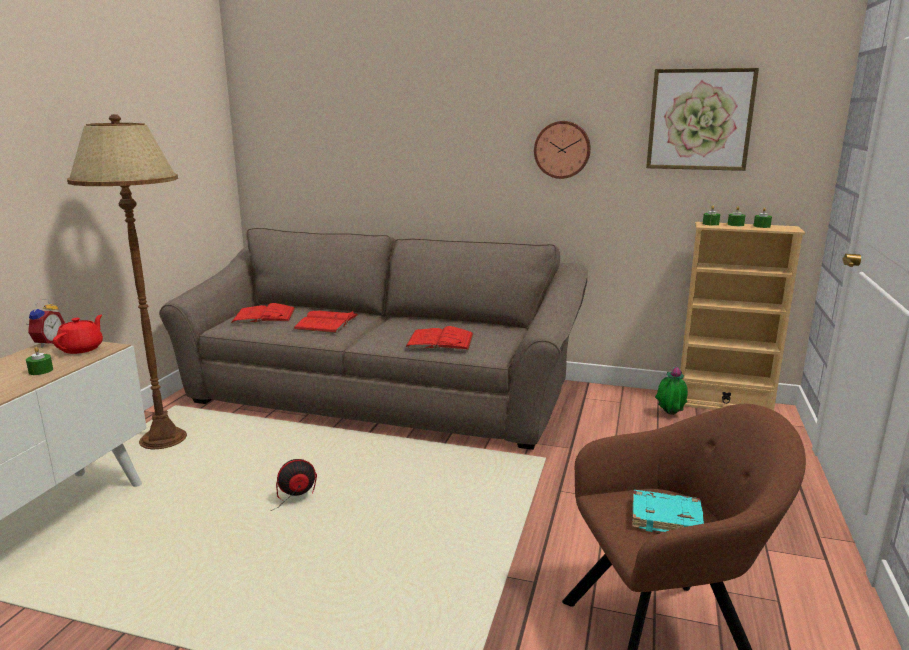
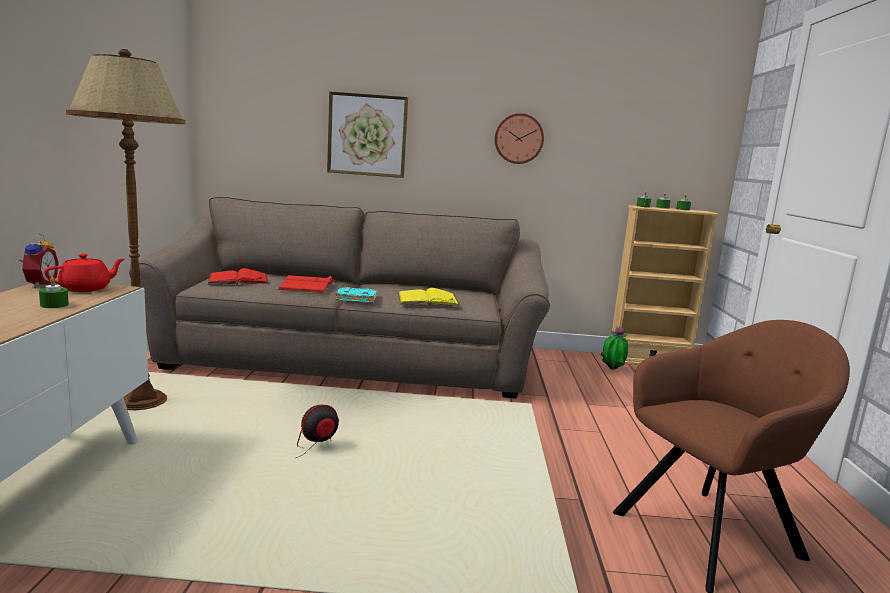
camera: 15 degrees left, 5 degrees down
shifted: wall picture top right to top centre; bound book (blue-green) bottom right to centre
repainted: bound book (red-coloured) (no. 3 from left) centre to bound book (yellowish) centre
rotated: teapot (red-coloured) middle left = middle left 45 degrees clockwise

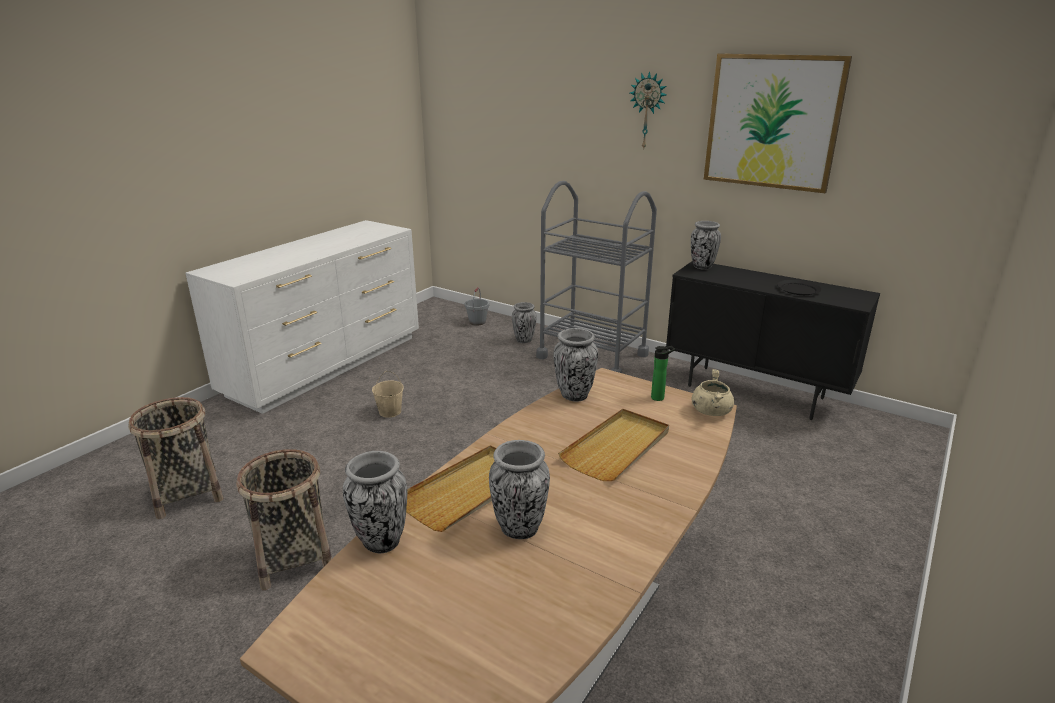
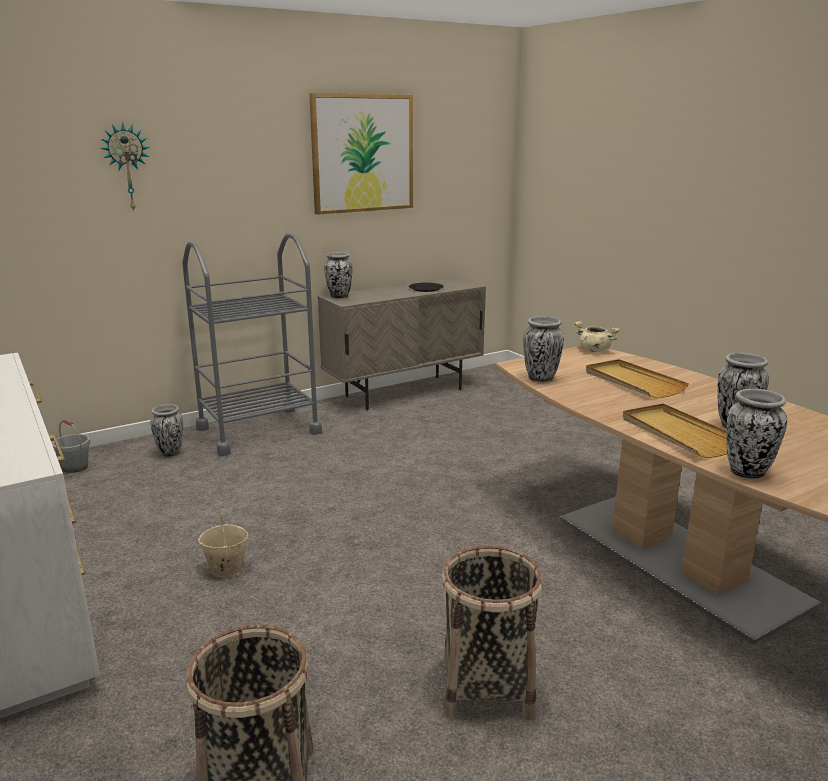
camera: 65 degrees left, 5 degrees down
gone: bottle centre
shifted: hanging clock top centre to top left
repainted: storage cabinet (black-coloured) middle right to storage cabinet (beige-coloured) centre

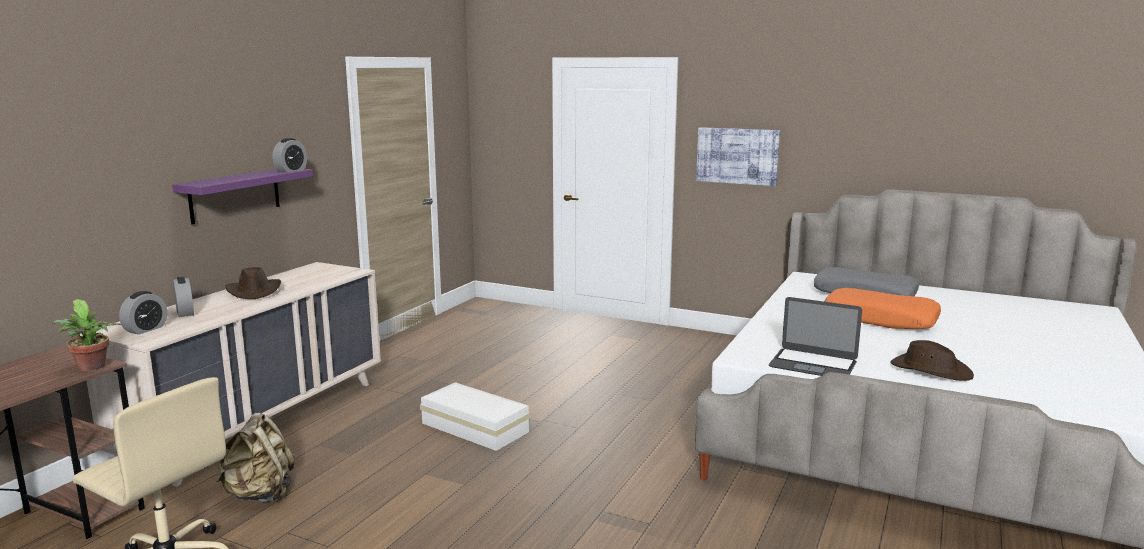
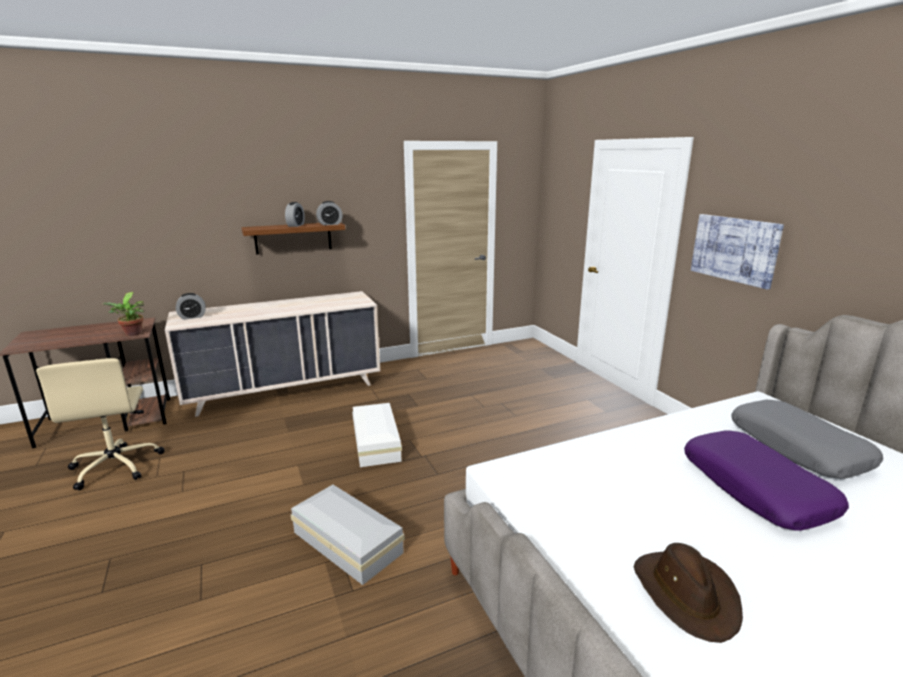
camera: 40 degrees right, 5 degrees up
gone: wearable hat (brown-coloured) (no. 1 from left) middle left; notebook computer middle right; knapsack (beige-coloured) bottom left
new: storage container (whitish) (no. 1 from left) bottom centre
shifted: table clock (no. 2 from left) middle left to top left
repainted: bracket shelf (purple-coloured) middle left to bracket shelf (brown-coloured) middle left; pillow (orange-coloured) middle right to pillow (purple-coloured) bottom right

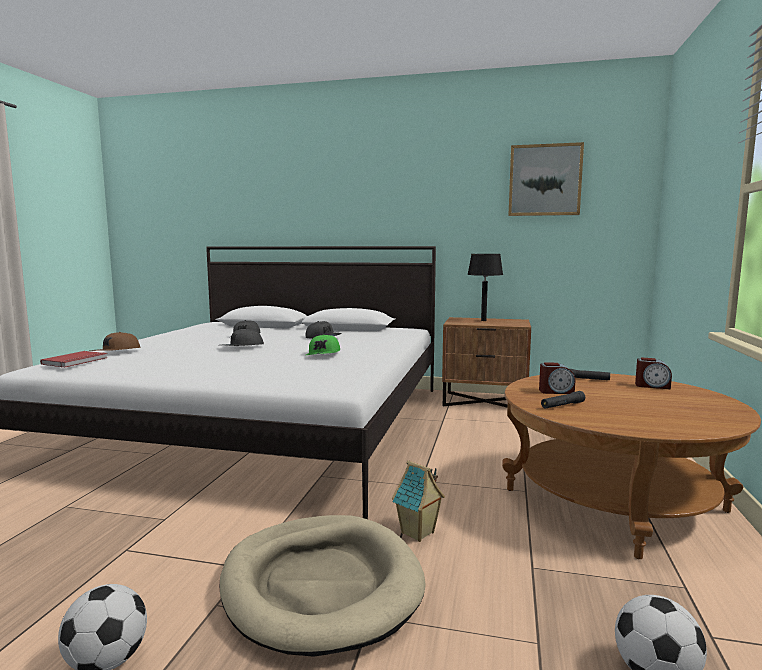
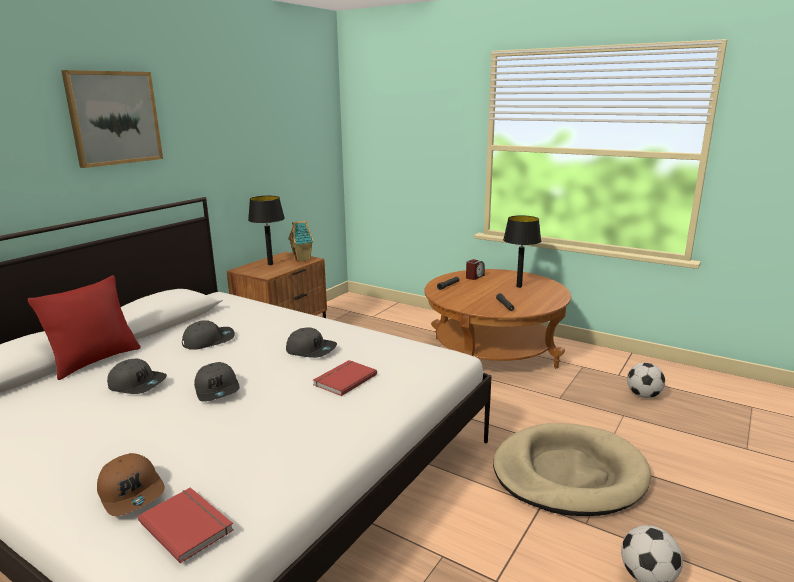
camera: 70 degrees left, 10 degrees up
gone: table clock (no. 1 from left) middle right
new: tabletop lamp (black-coloured) (no. 2 from left) centre; pillow (red-coloured) middle left; bound book (red-coloured) (no. 2 from left) centre
shifted: wall picture top right to top left; model house bottom centre to centre
repainted: cap (greenish) centre to cap (grey) (no. 4 from left) centre

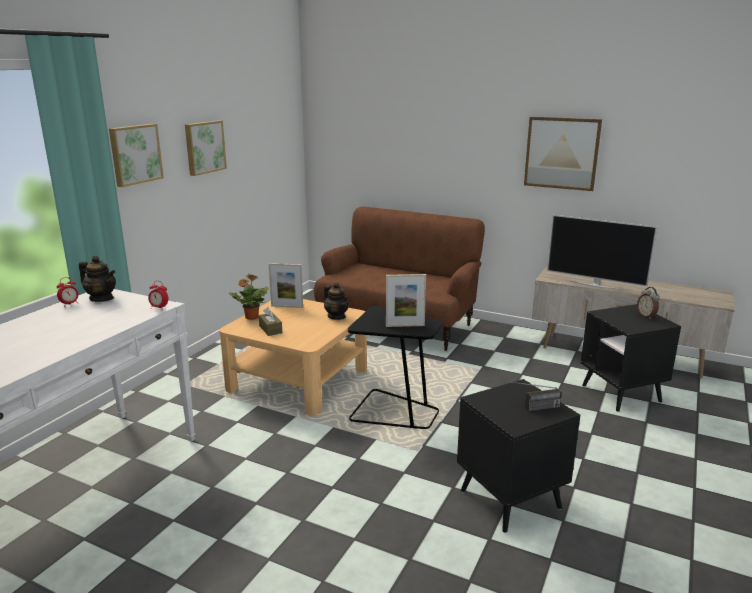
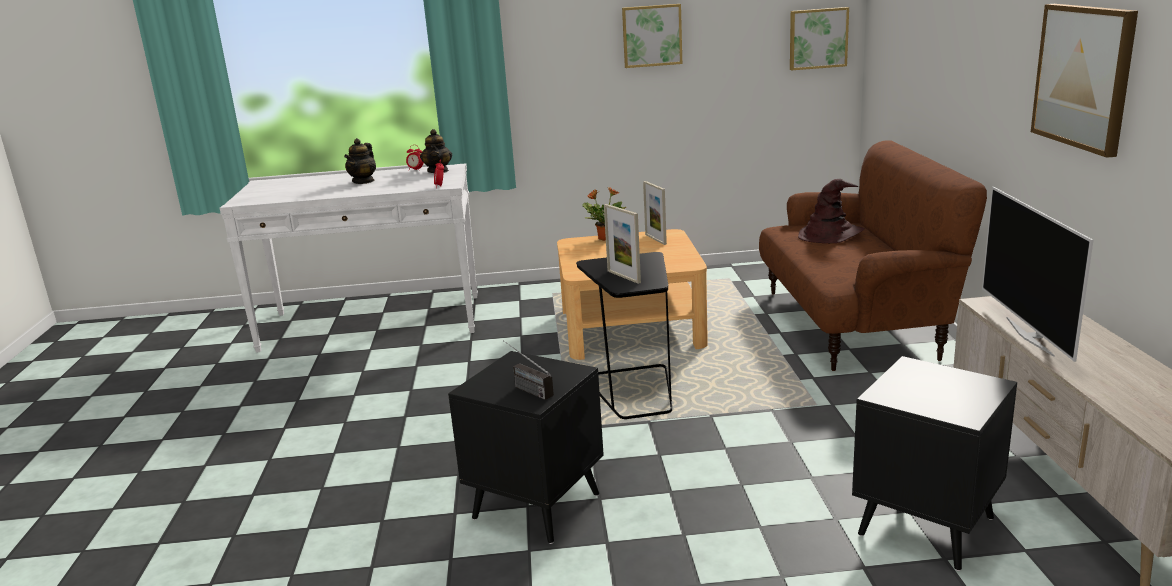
camera: 60 degrees right, 0 degrees up
gone: table clock (no. 3 from left) middle right; tissue box (brown-coloured) centre
new: wearable hat (brown-coloured) middle right
shifted: wall picture (no. 1 from left in the first image) top left to wall picture (no. 2 from left) top right; teapot (no. 2 from left in the first image) centre to teapot (no. 1 from left) top left

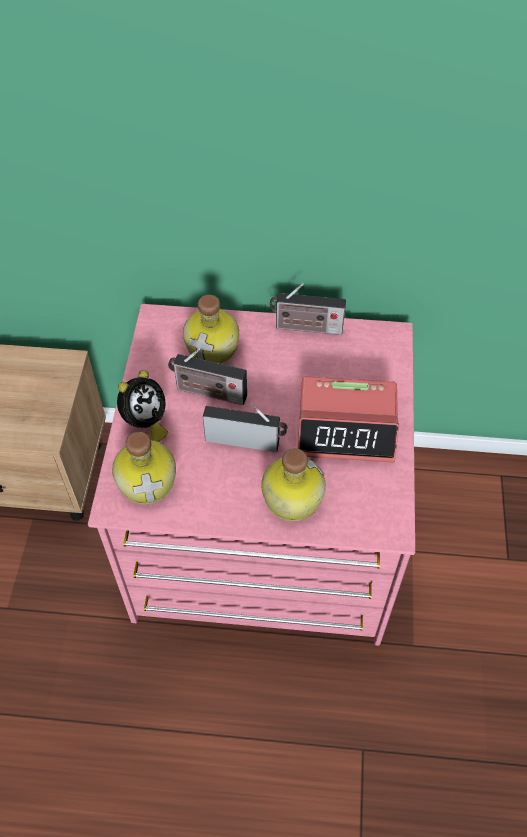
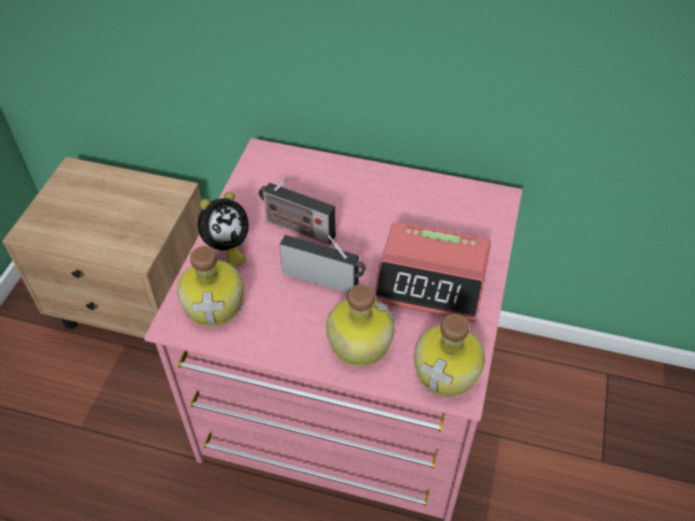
camera: 10 degrees right, 5 degrees down
gone: radio set (no. 3 from left) centre
shifted: bottle (no. 2 from left in the first image) centre to bottle (no. 3 from left) bottom centre

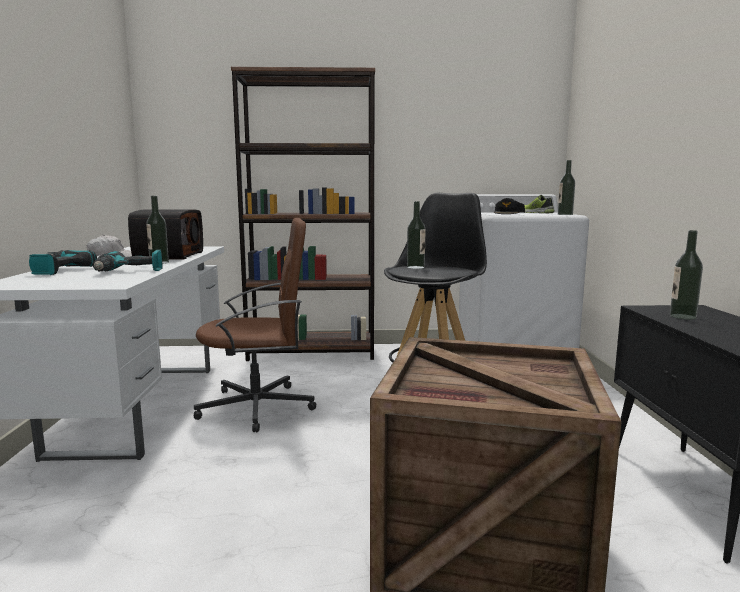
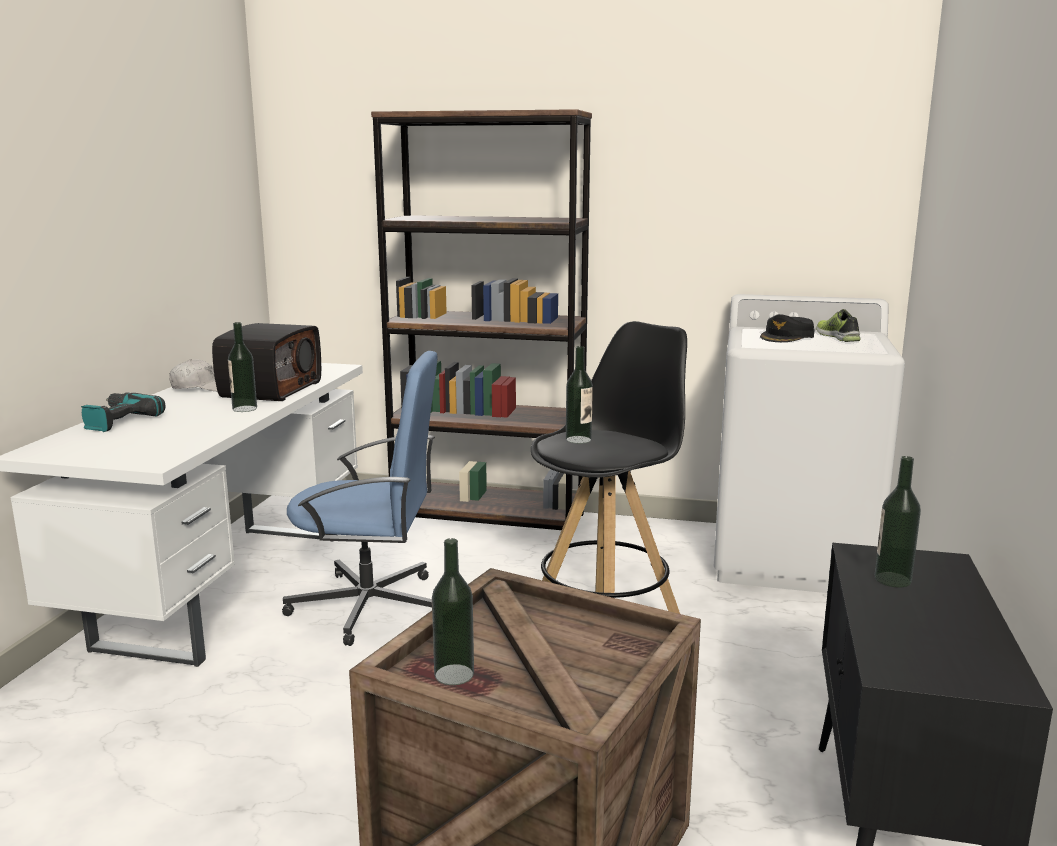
camera: 15 degrees right, 5 degrees up
gone: drill (no. 2 from left) middle left
shifted: bottle (no. 3 from left in the first image) top right to bottle (no. 2 from left) bottom centre
repainted: desk chair (brown-coloured) centre to desk chair (blue) centre

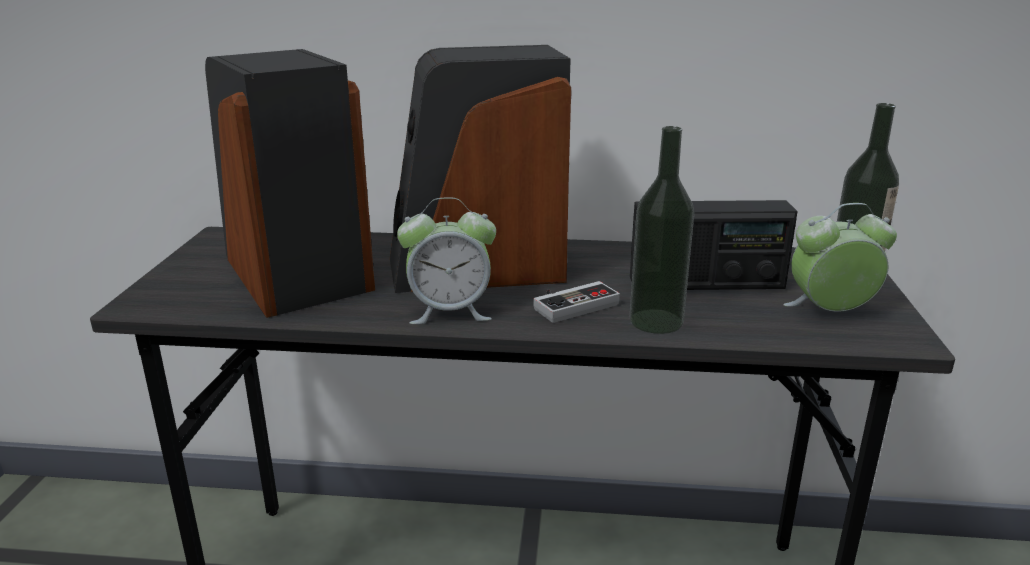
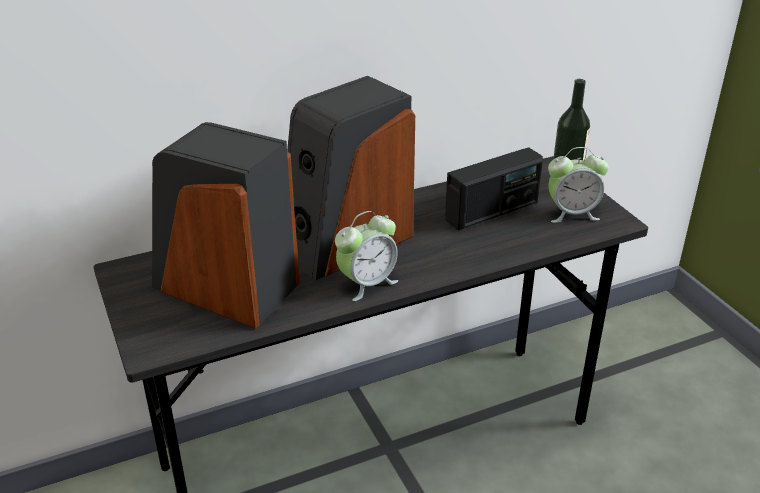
camera: 30 degrees left, 10 degrees up
gone: bottle (no. 1 from left) centre; game controller centre
rotated: table clock (no. 2 from left) middle right = middle right 150 degrees counterclockwise

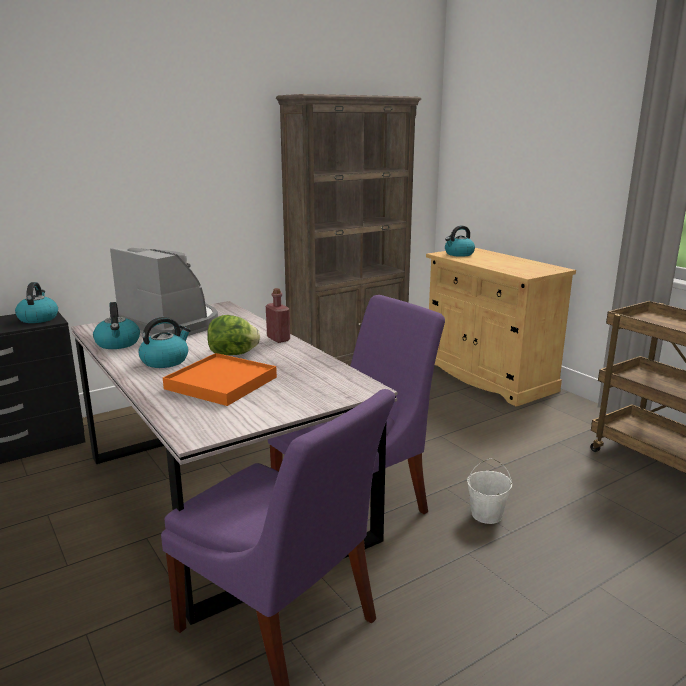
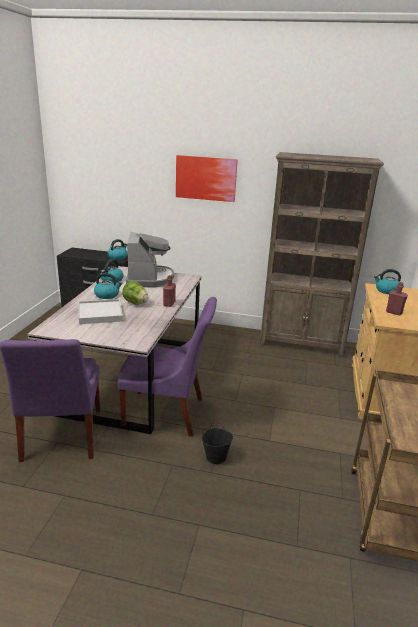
camera: 45 degrees right, 5 degrees up
new: wall picture top centre; bottle (red-coloured) (no. 2 from left) middle right
repainted: carrying tray (orange-coloured) middle left to carrying tray (whitish) middle left; pail (whitish) bottom right to pail (black-coloured) bottom centre

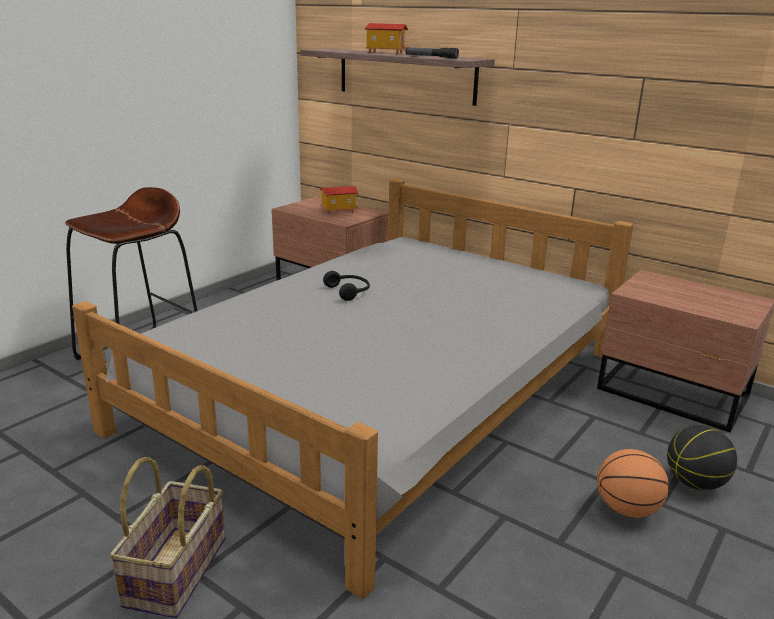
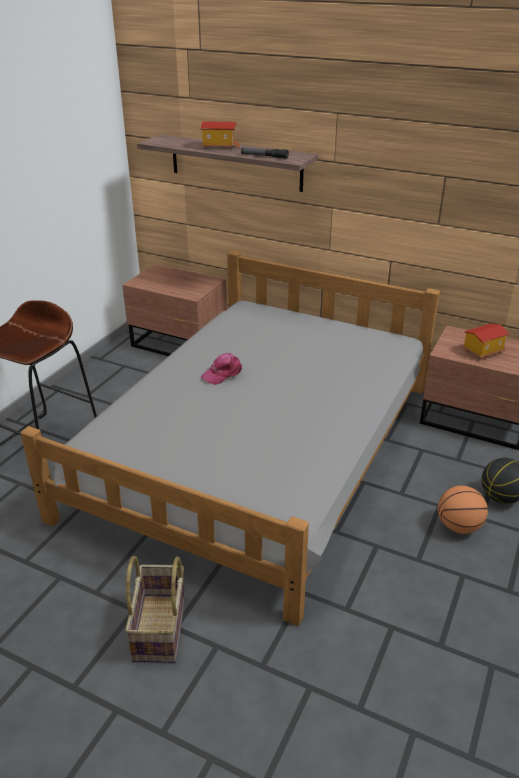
camera: 10 degrees left, 10 degrees up
shifted: model house (no. 1 from left in the first image) top centre to model house (no. 2 from left) middle right
swapped: headset (black-coloured) centre to cap (pink) centre

